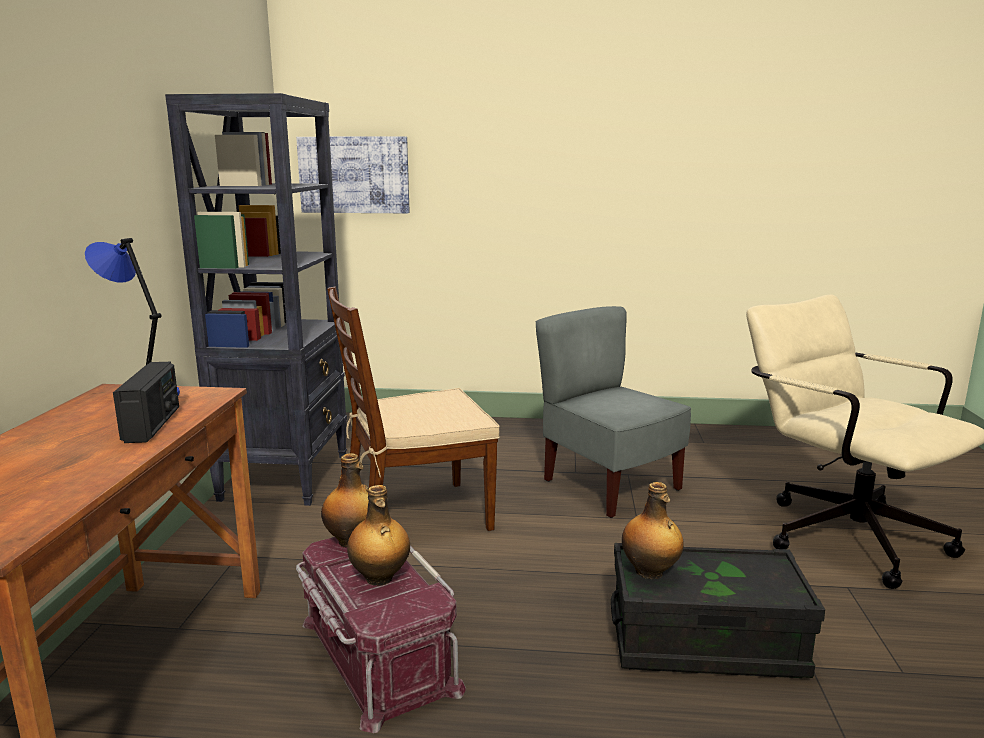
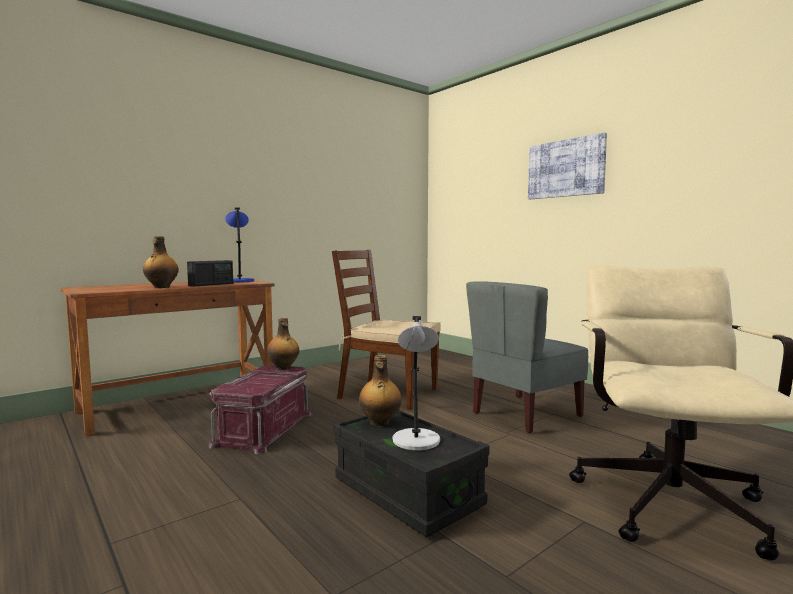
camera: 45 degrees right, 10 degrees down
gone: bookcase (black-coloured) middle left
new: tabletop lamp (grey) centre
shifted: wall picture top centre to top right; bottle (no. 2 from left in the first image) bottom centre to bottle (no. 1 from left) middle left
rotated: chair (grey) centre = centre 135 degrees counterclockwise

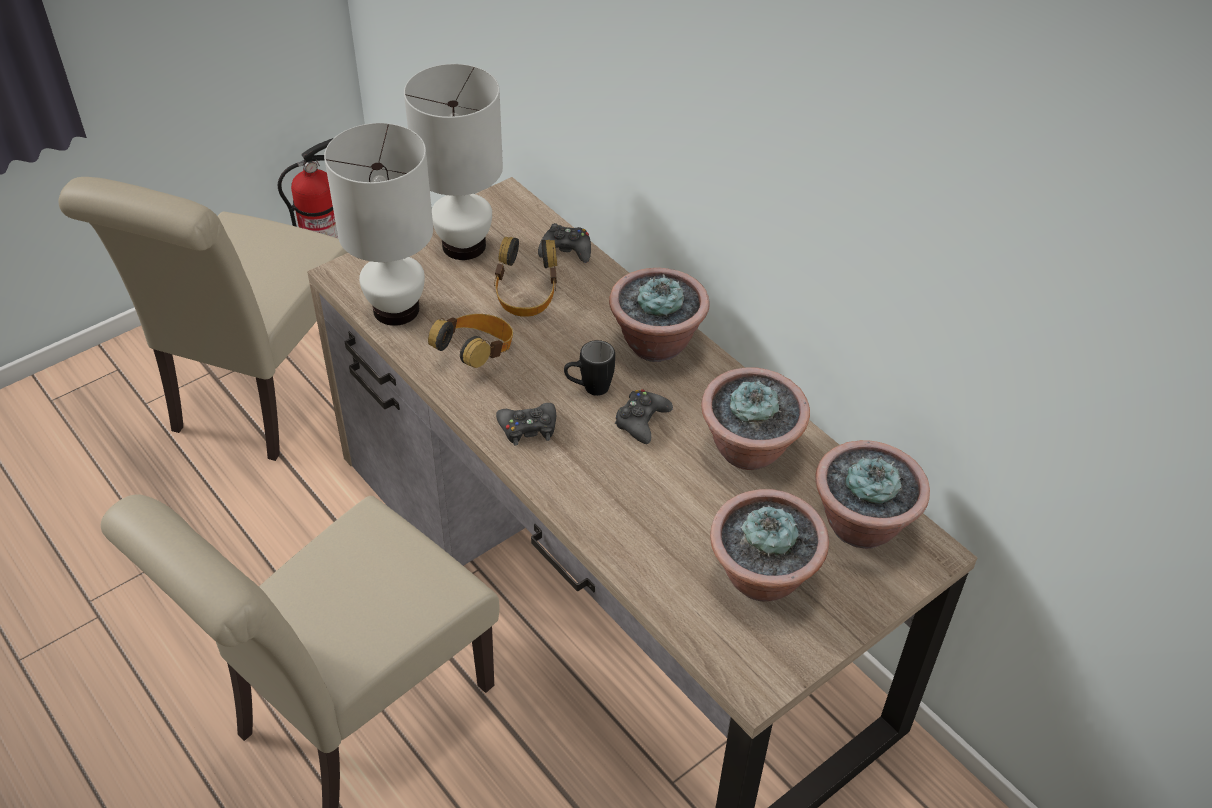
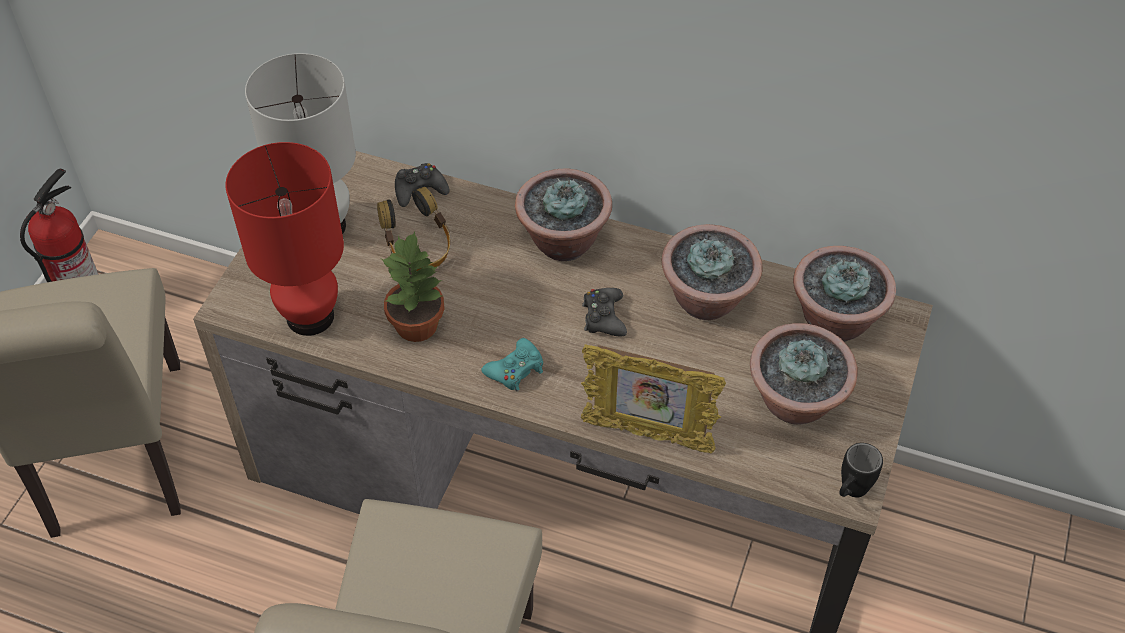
camera: 30 degrees left, 5 degrees up
new: standing frame centre
shifted: mug (black-coloured) centre to bottom right
swapped: headset (no. 1 from left) centre to potted plant (no. 1 from left) centre
repainted: tabletop lamp (whitish) (no. 1 from left) top left to tabletop lamp (red-coloured) middle left; game controller (black-coloured) (no. 1 from left) centre to game controller (blue-green) centre

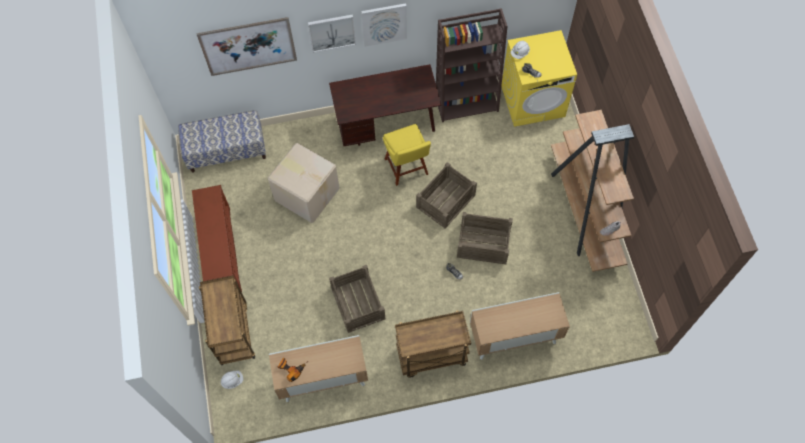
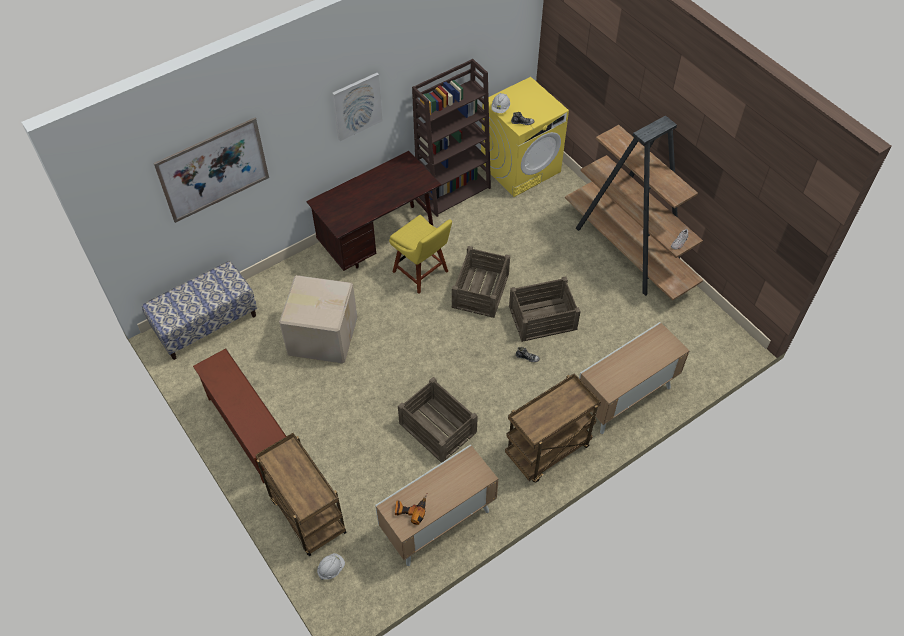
camera: 25 degrees left, 10 degrees down
gone: wall picture (no. 2 from left) top centre

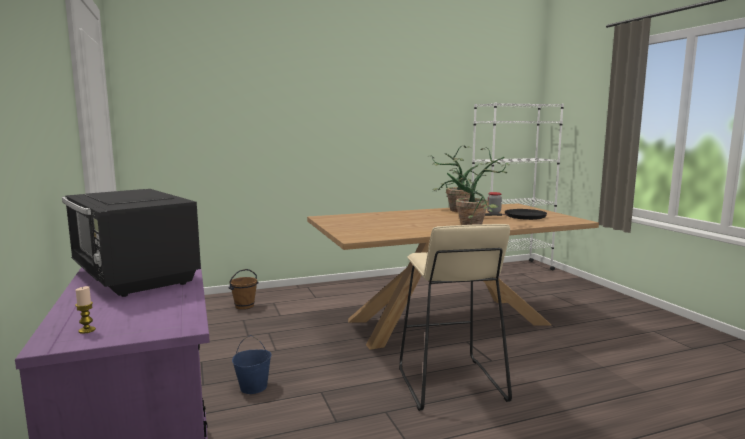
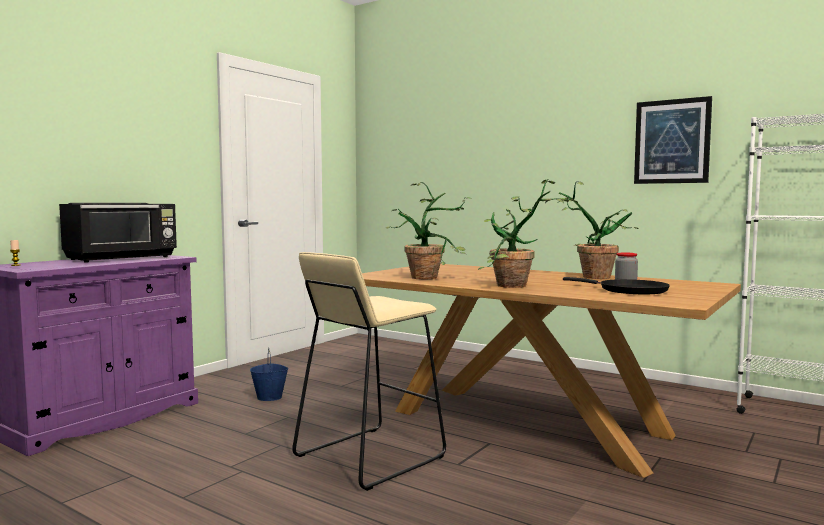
camera: 55 degrees right, 5 degrees down
gone: pail (brown-coloured) middle left
new: wall picture top right; potted plant (no. 1 from left) centre
rotated: microwave oven (black-coloured) middle left = middle left 150 degrees counterclockwise

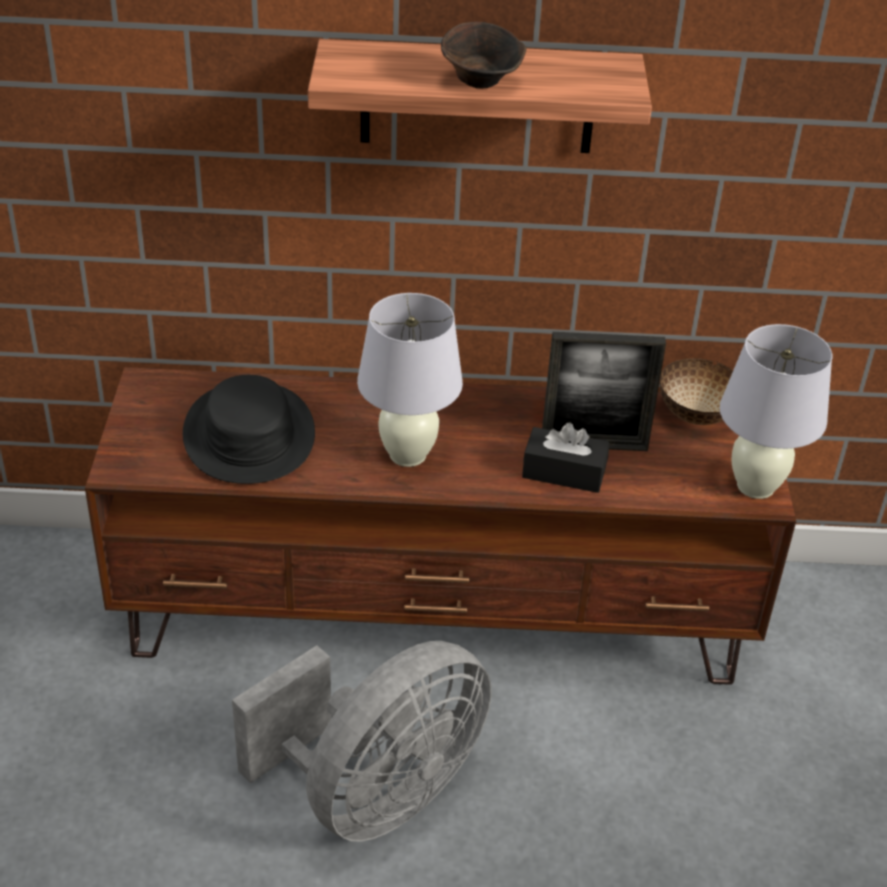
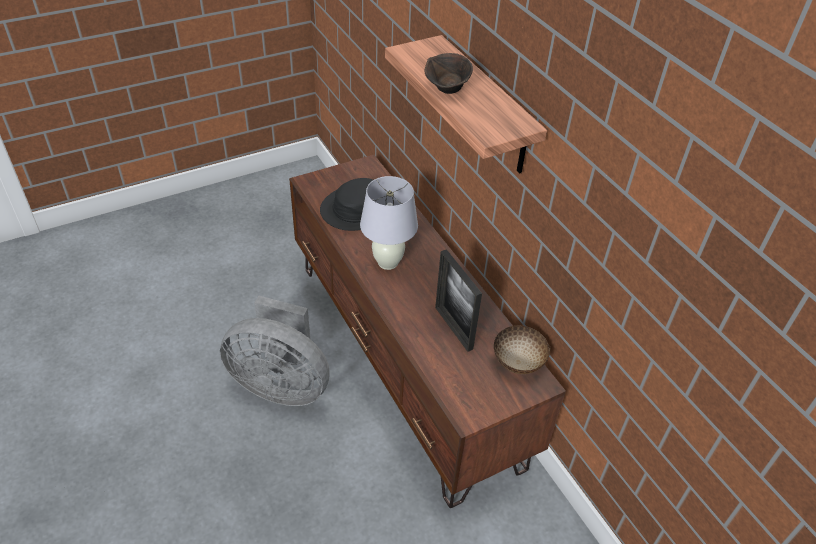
camera: 60 degrees right, 5 degrees up
gone: tabletop lamp (whitish) (no. 2 from left) middle right; tissue box (black-coloured) centre

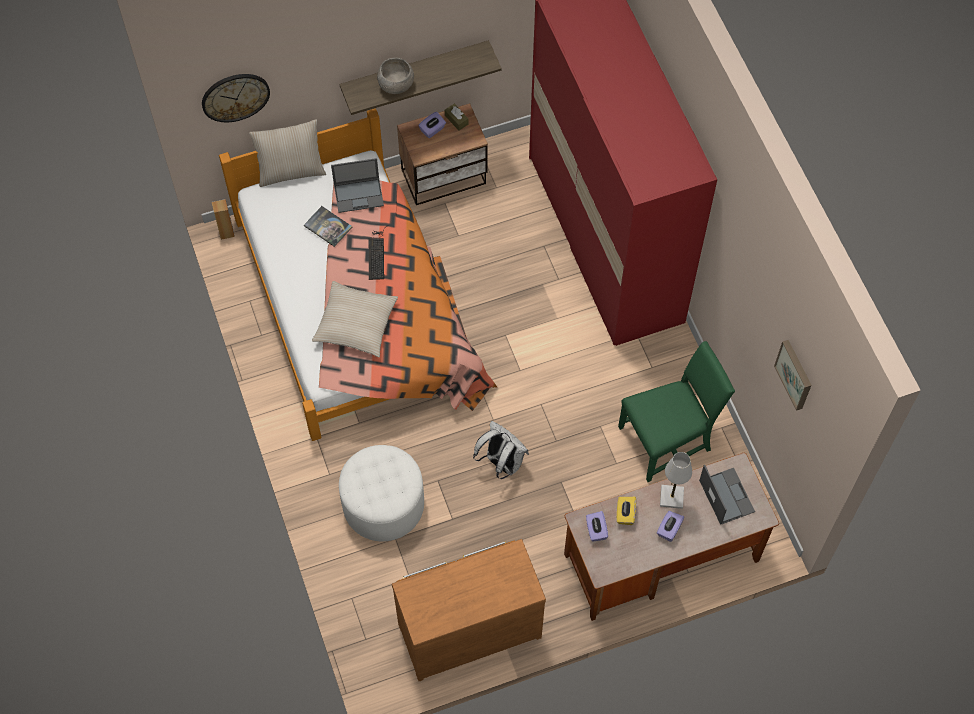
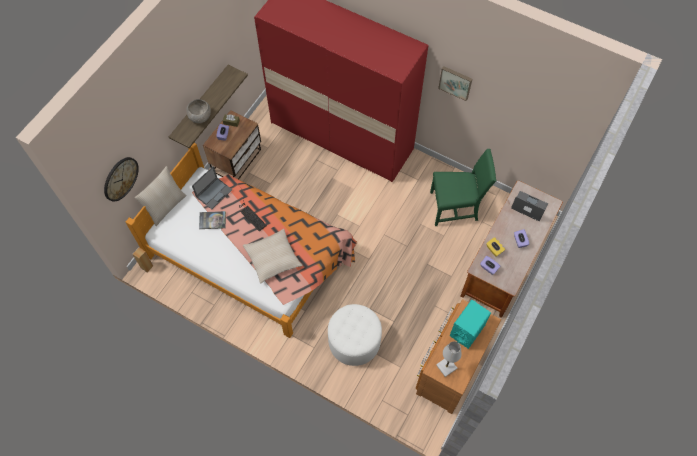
camera: 40 degrees left, 0 degrees up
gone: knapsack (whitish) centre
new: audio speaker (blue-green) bottom right
shifted: wall picture middle right to top centre; tabletop lamp (whitish) bottom right to bottom centre
rotated: chair (greenish) middle right = centre 60 degrees clockwise

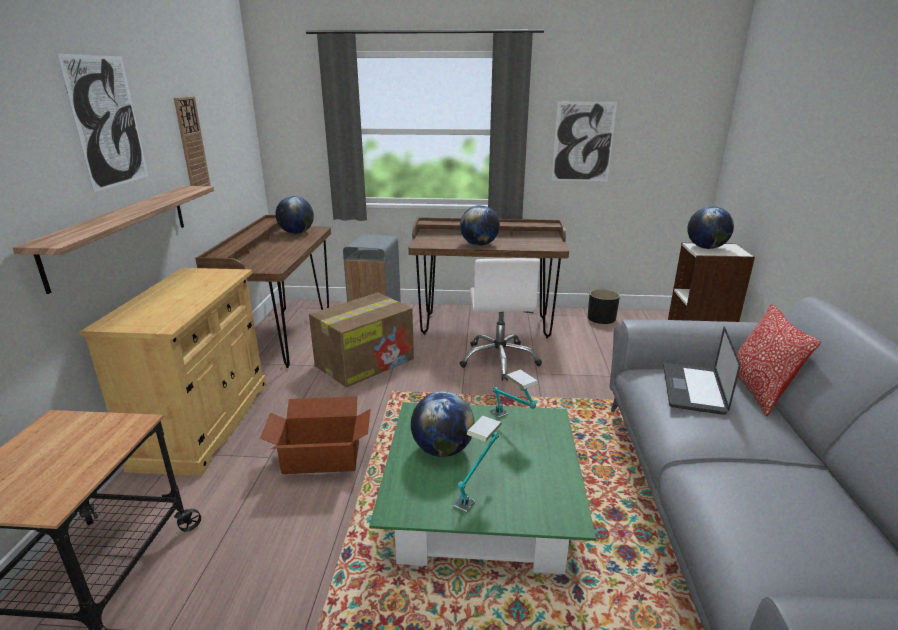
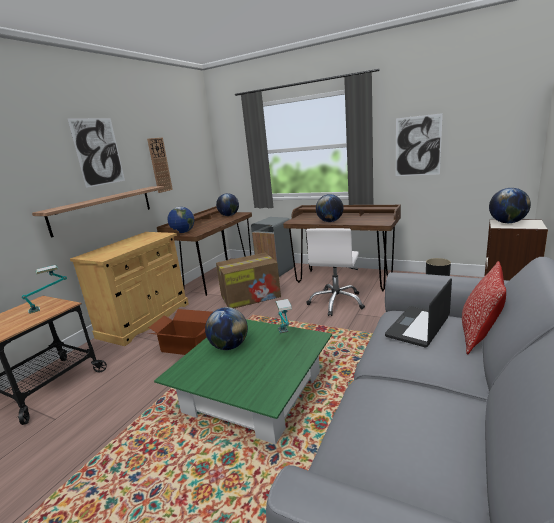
camera: 25 degrees right, 5 degrees down
new: globe (no. 1 from left) middle left
shifted: tabletop lamp (no. 1 from left) bottom centre to middle left

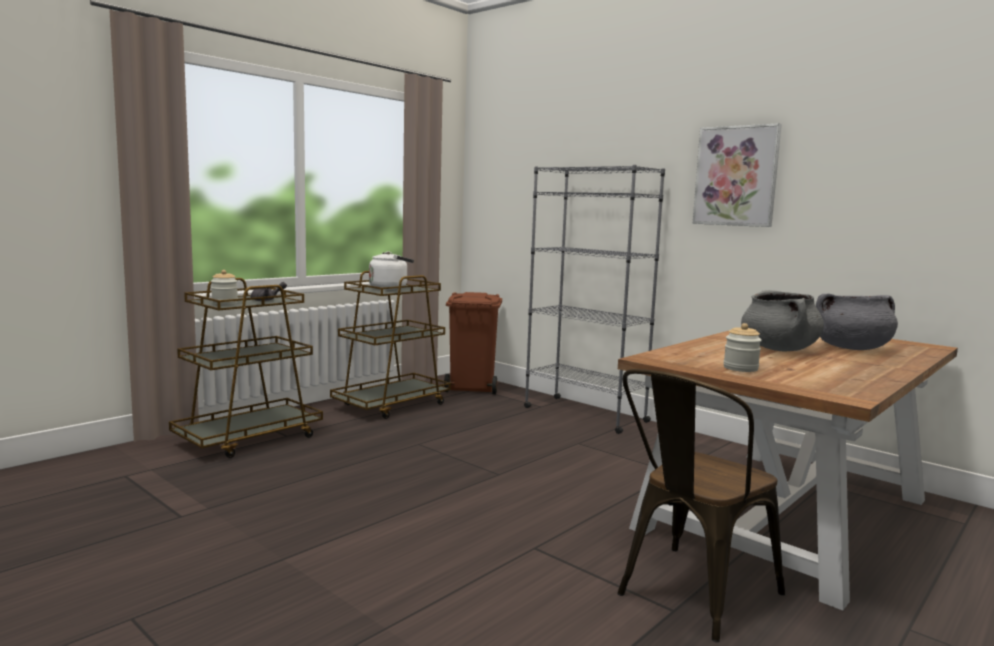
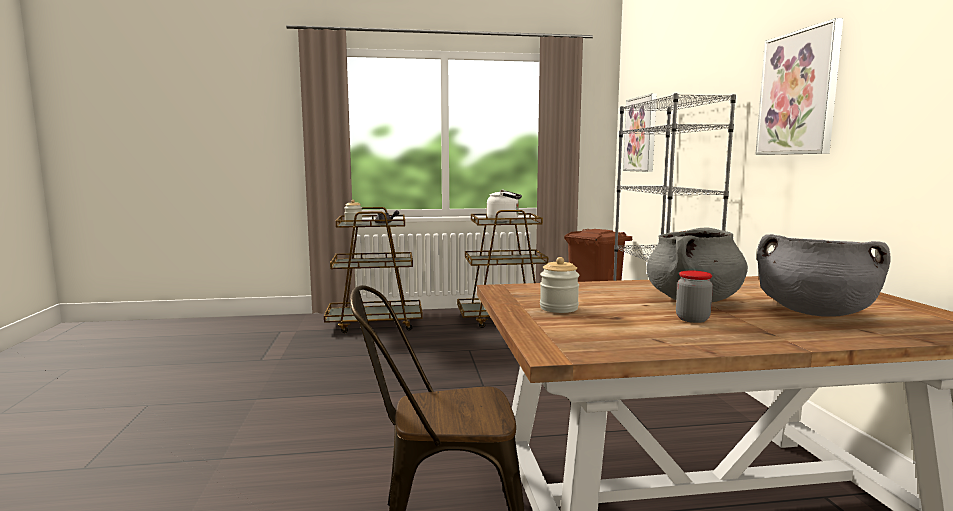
camera: 40 degrees right, 0 degrees up
new: wall picture (no. 1 from left) top right; preserve jar (no. 3 from left) middle right

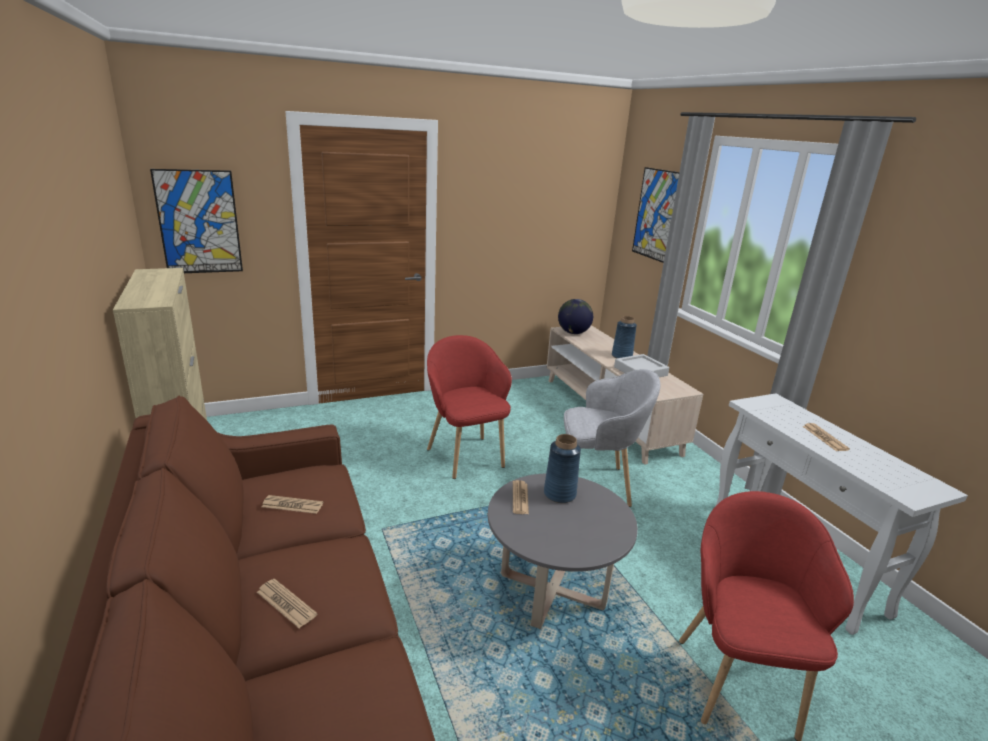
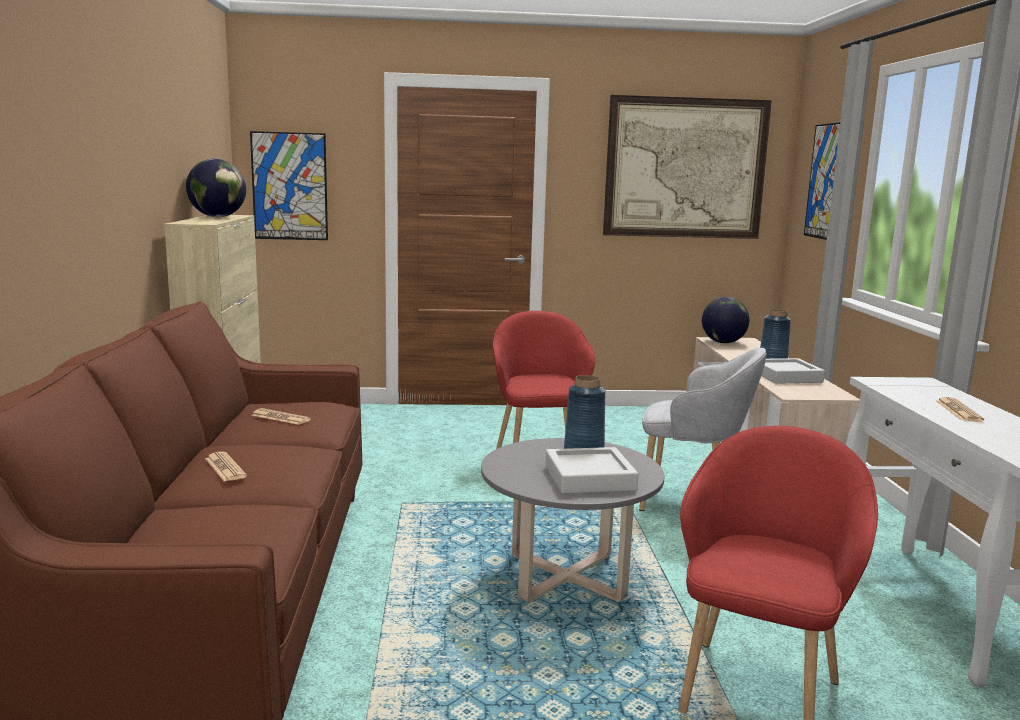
camera: 20 degrees right, 10 degrees down
gone: printed paper (no. 3 from left) bottom centre
new: wall picture (no. 2 from left) top right; globe (no. 1 from left) top left; carrying tray (grey) (no. 1 from left) centre

